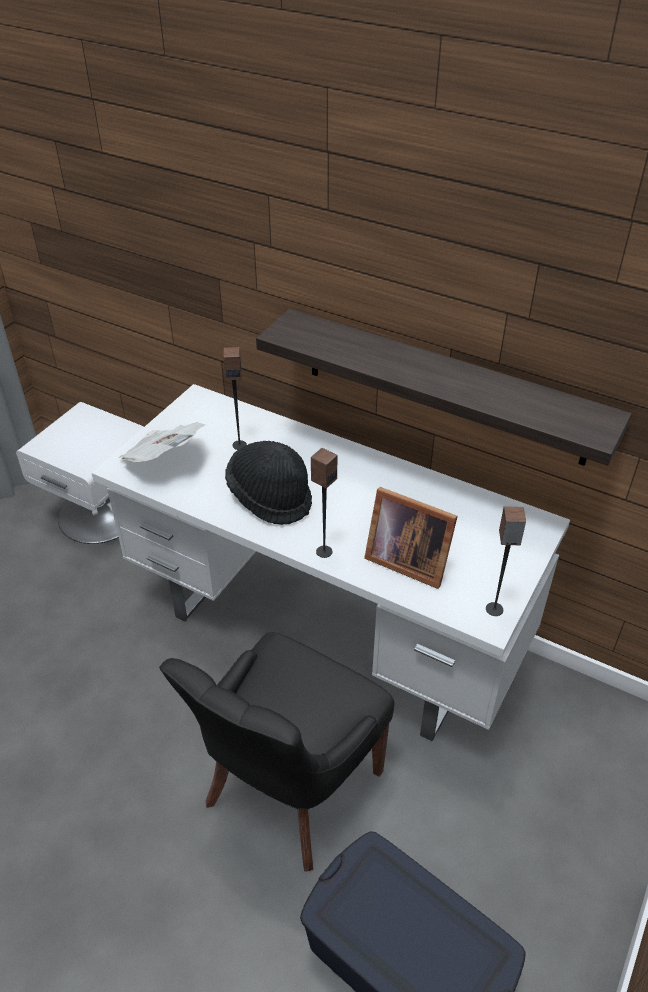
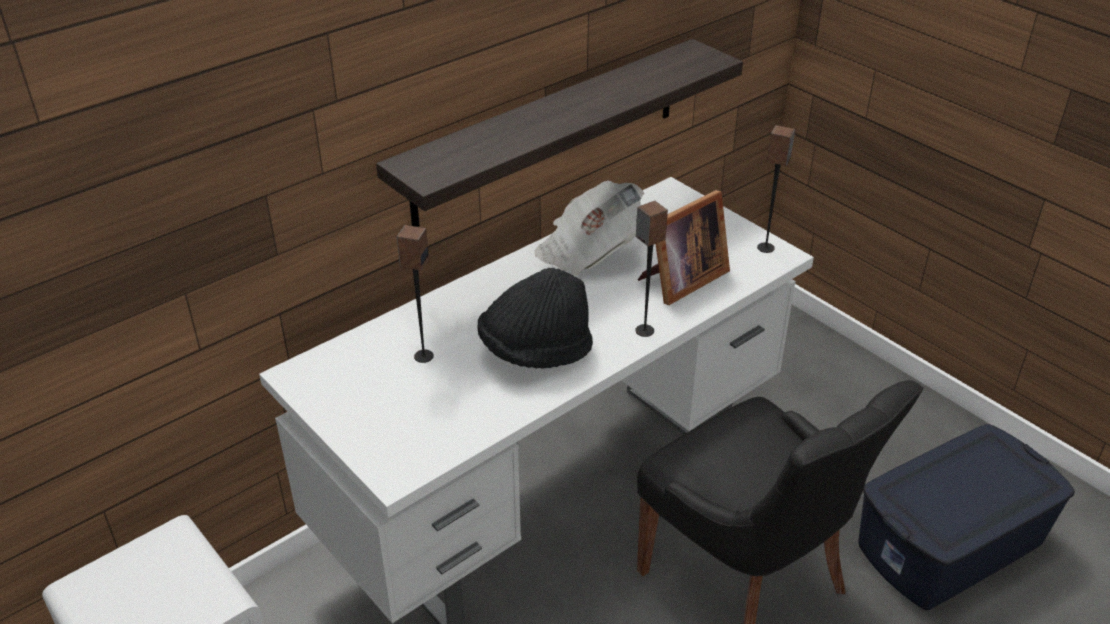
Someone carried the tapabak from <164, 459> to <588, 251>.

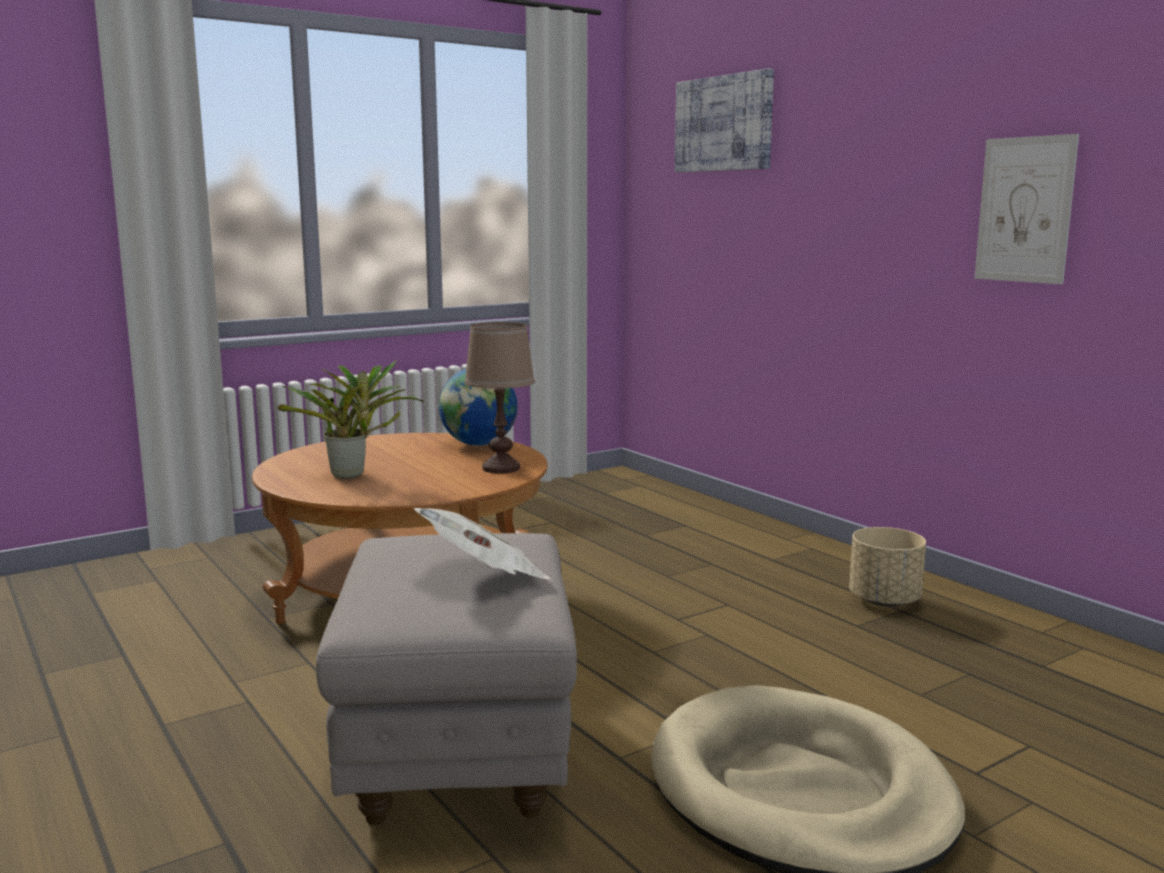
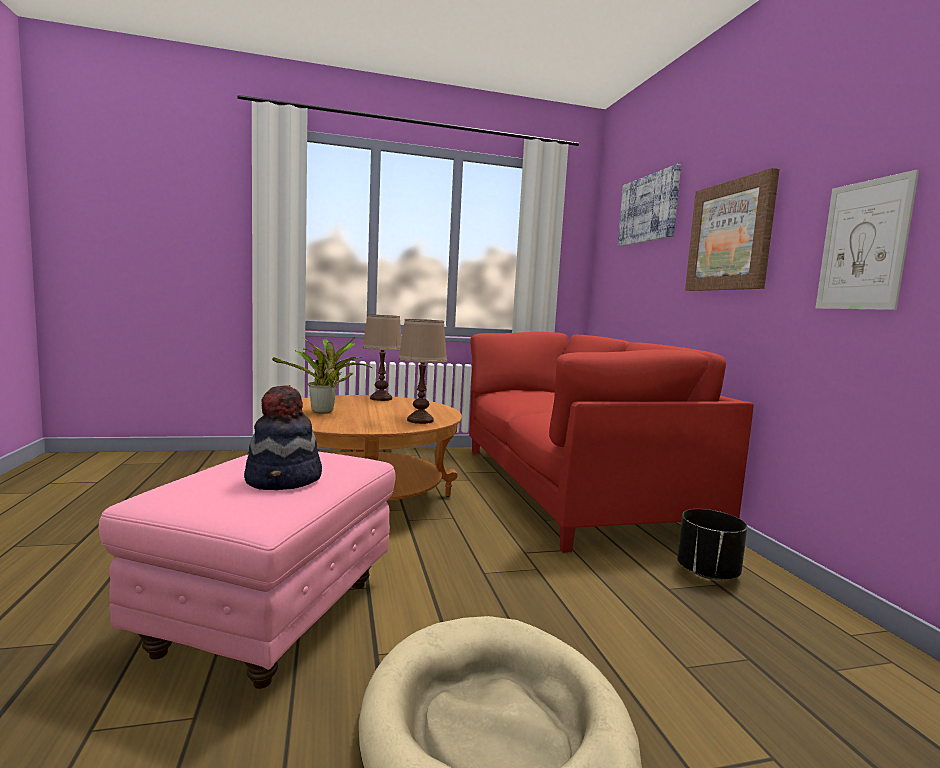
Someone took away the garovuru at <479, 444>.
Someone swapped the tapabak at <485, 576> for the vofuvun at <284, 480>.
Someone repainted the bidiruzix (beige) at <885, 601>, which became the bidiruzix (black) at <708, 573>.
Someone repainted the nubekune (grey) at <456, 752>, which became the nubekune (pink) at <270, 616>.
Someone put up the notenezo at <730, 236>.
Someone put down the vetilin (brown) at <381, 399>.
Someone put down the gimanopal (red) at <572, 488>.

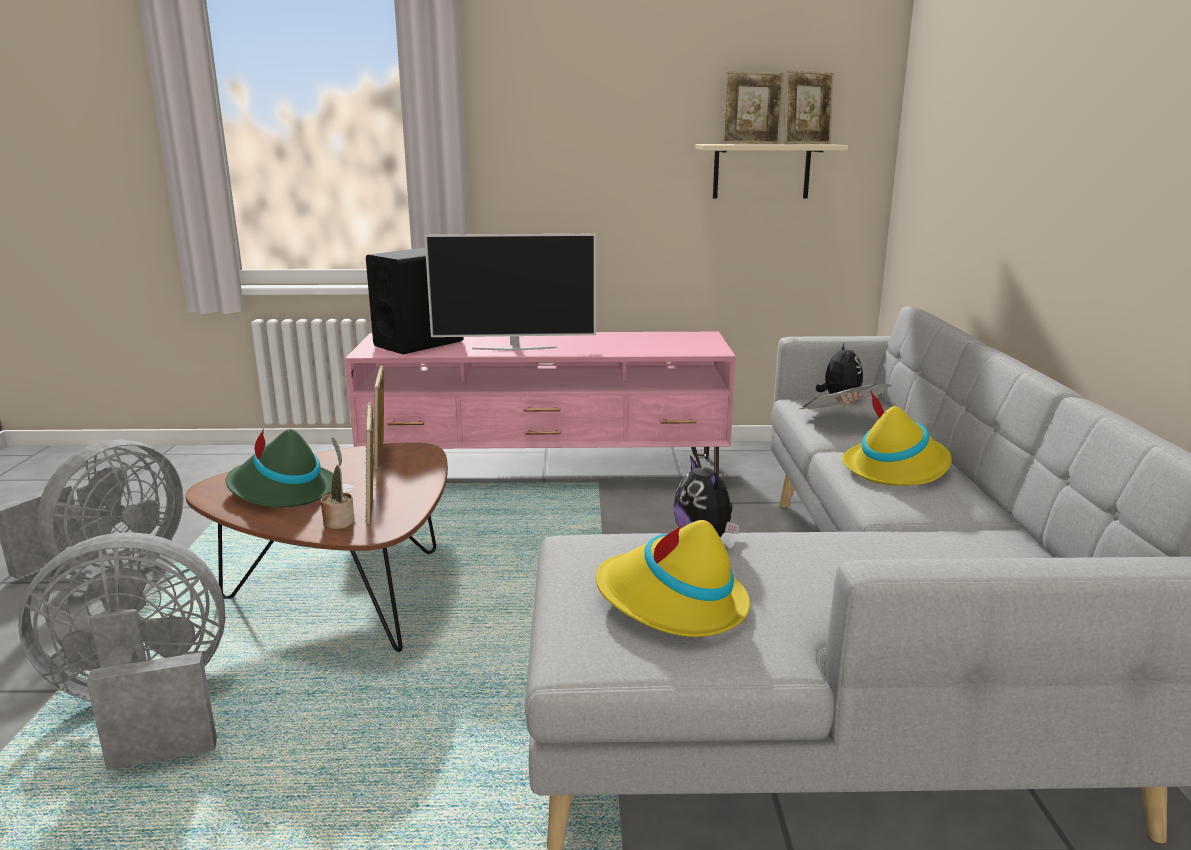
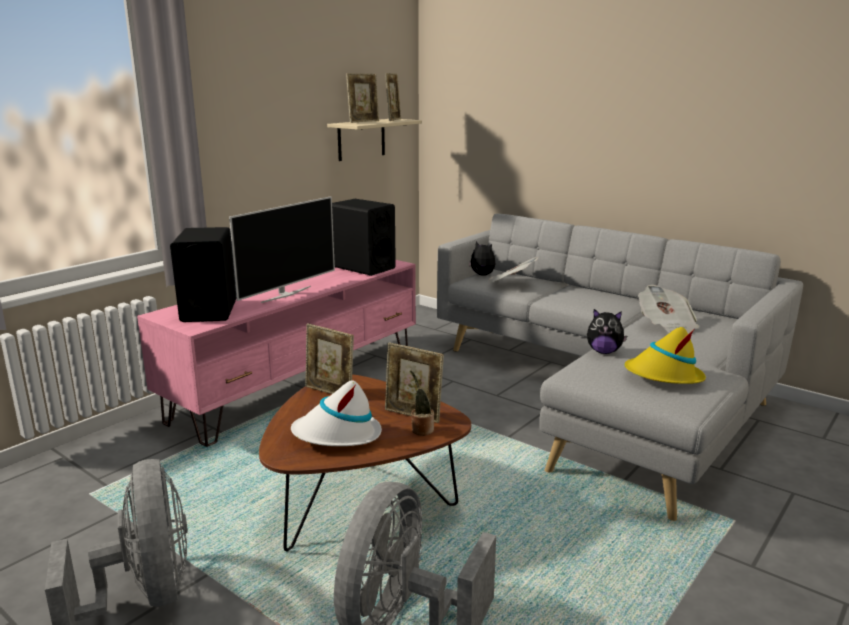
Someone took away the vofuvun (yellow) at <896, 468>.
Someone repainted the vofuvun (green) at <281, 491>, which became the vofuvun (white) at <337, 435>.
Someone put down the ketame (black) at <363, 267>.
Someone put down the tapabak at <666, 326>.

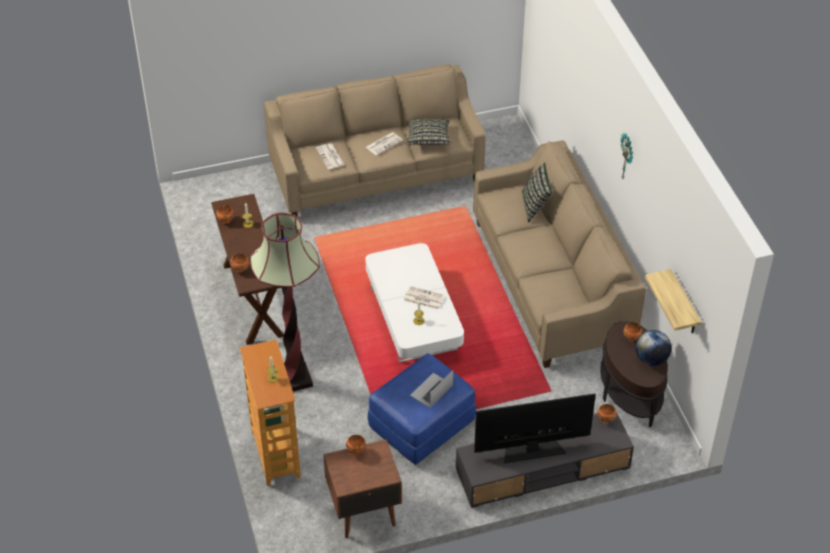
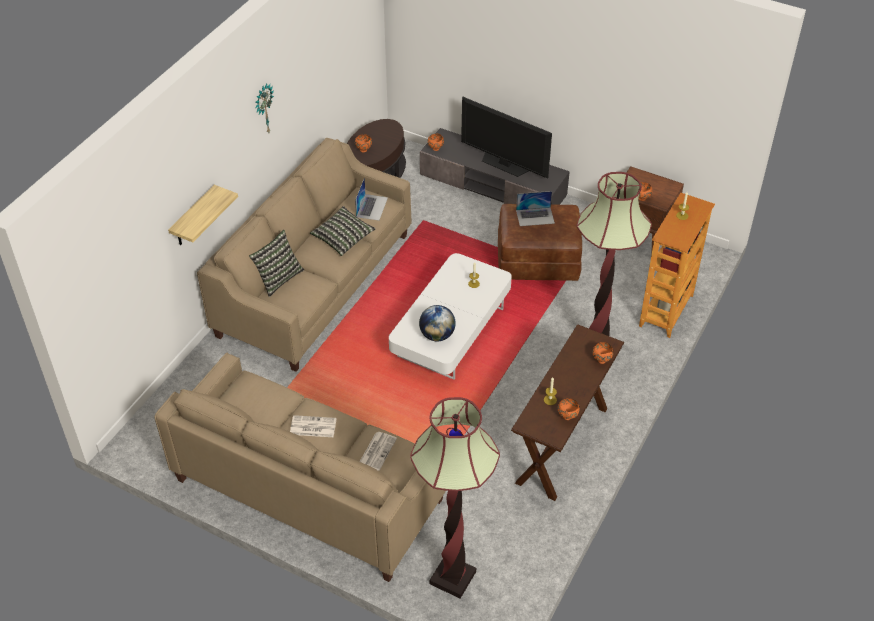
Someone carried the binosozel from <428, 139> to <343, 238>.
Someone carried the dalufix from <684, 304> to <193, 217>.
Someone took away the tapabak at <423, 298>.
Someone carried the garovuru from <651, 359> to <437, 335>.
Someone repainted the nubekune (blue) at <421, 425>, which became the nubekune (brown) at <538, 259>.
Someone put down the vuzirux at <372, 207>.
Someone put down the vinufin at <452, 577>.

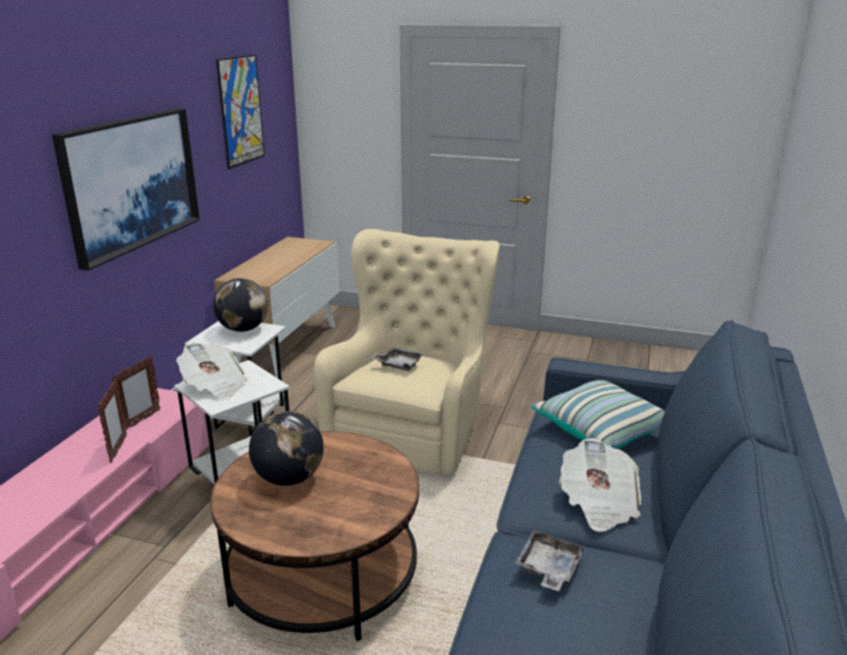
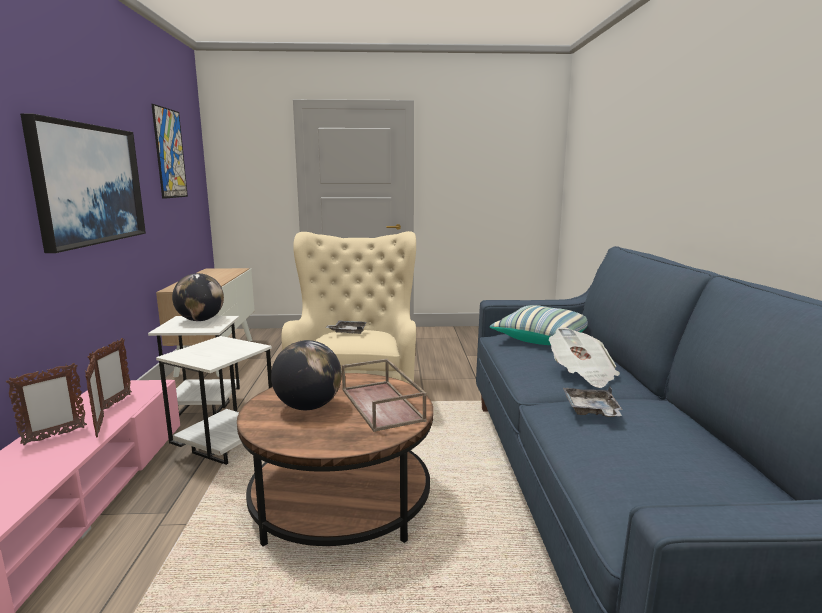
Someone took away the tapabak at <214, 386>.
Someone put down the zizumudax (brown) at <383, 405>.
Someone put down the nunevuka at <54, 436>.

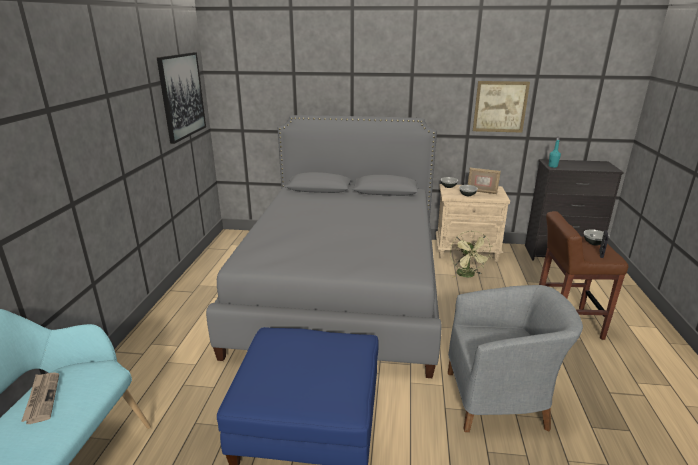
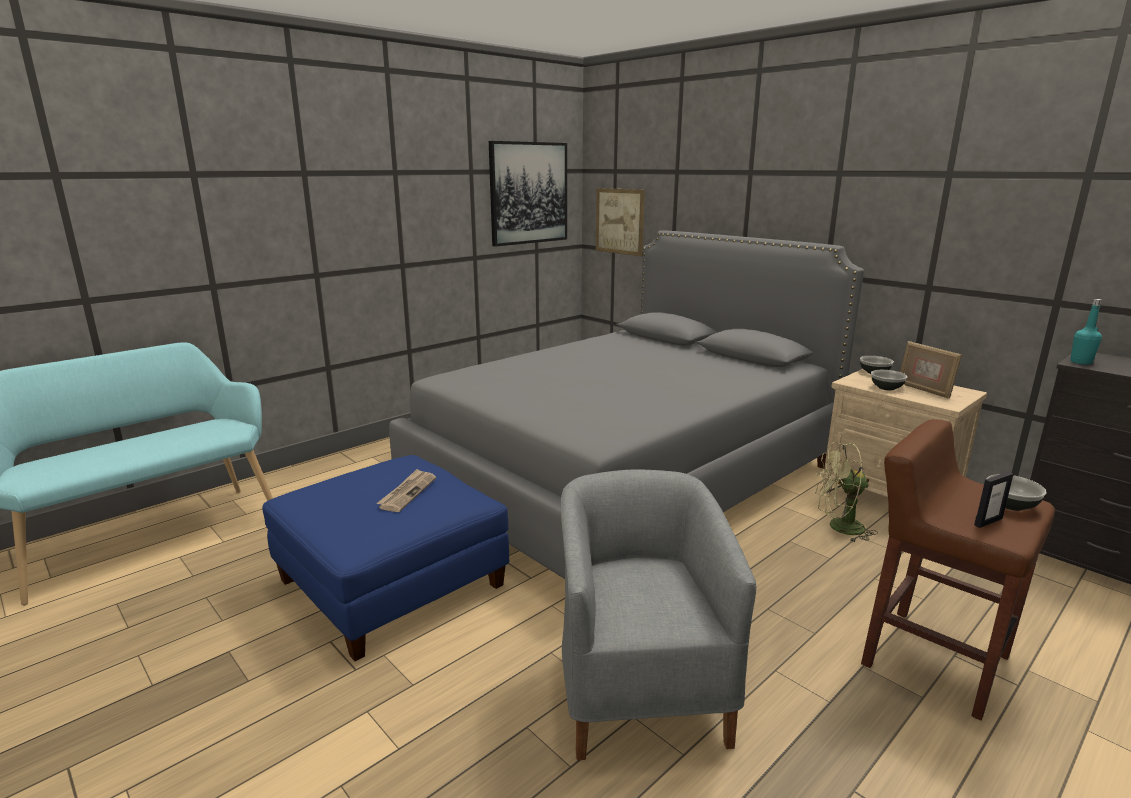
Someone carried the notenezo from <500, 106> to <619, 221>.
Someone rotated the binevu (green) at <467, 275> by 60 degrees clockwise.
Someone rotated the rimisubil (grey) at <500, 400> by 135 degrees counterclockwise.
Someone carried the tapabak from <42, 398> to <407, 492>.

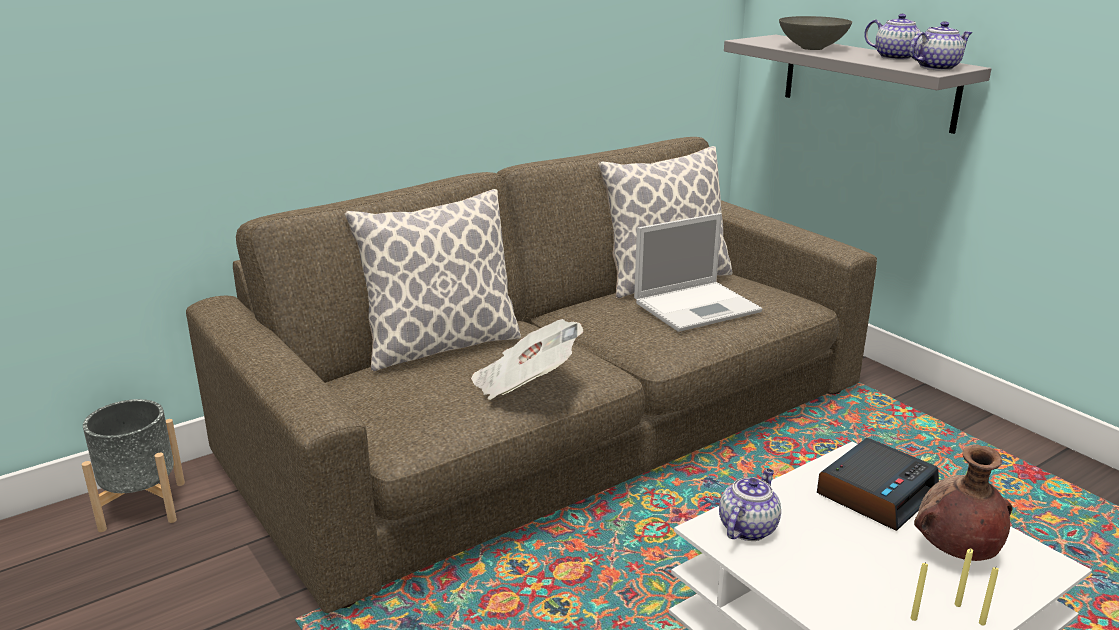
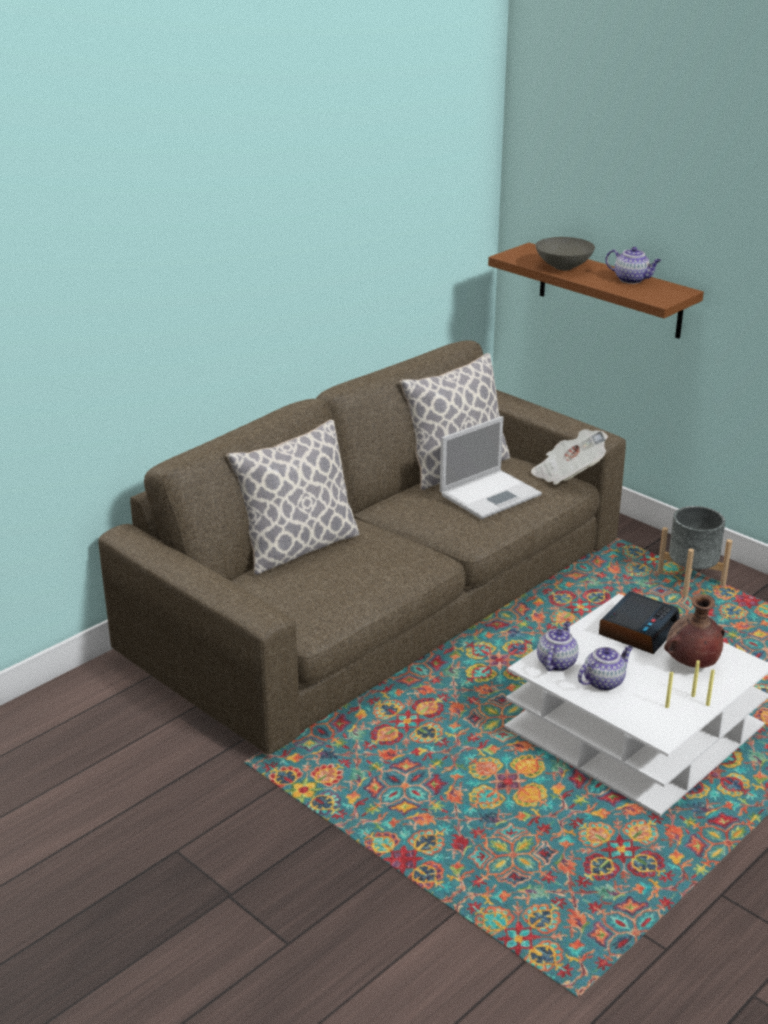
Someone carried the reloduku from <937, 68> to <603, 681>.
Someone repainted the dalufix (grey) at <868, 82>, which became the dalufix (brown) at <609, 290>.
Someone carried the tapabak from <525, 384> to <567, 474>.
Someone carried the bidiruzix (grey) from <142, 506> to <690, 580>.

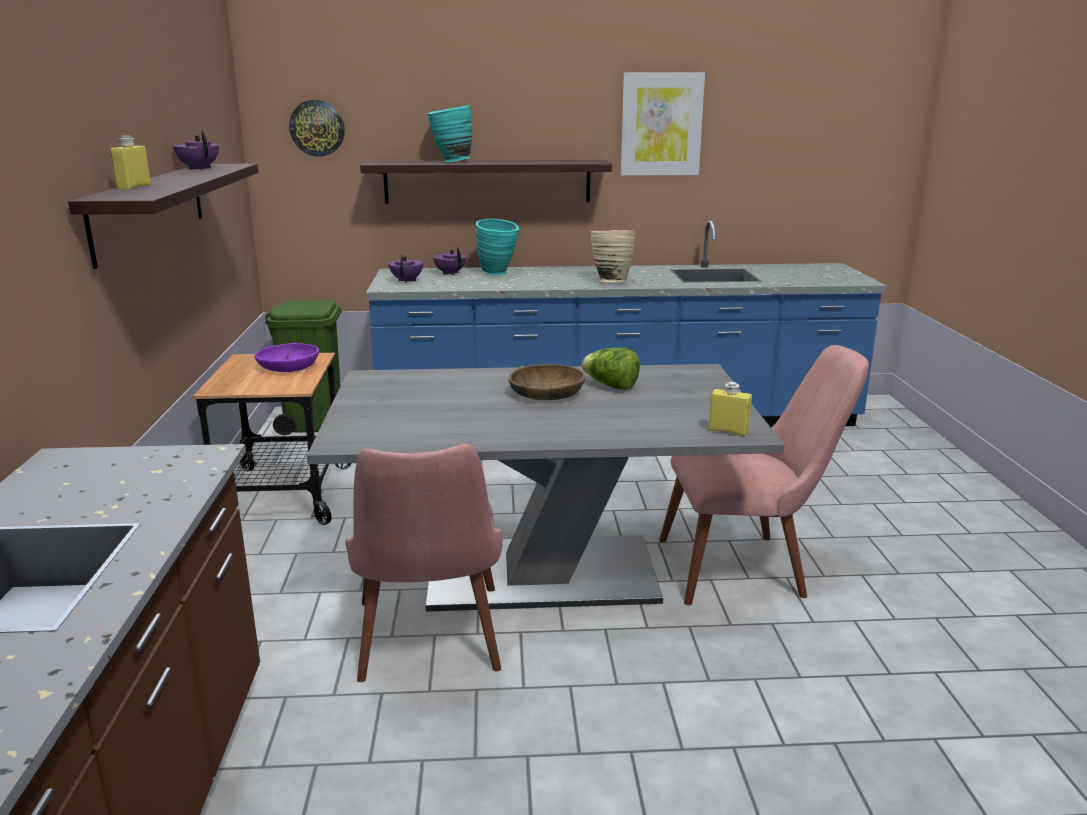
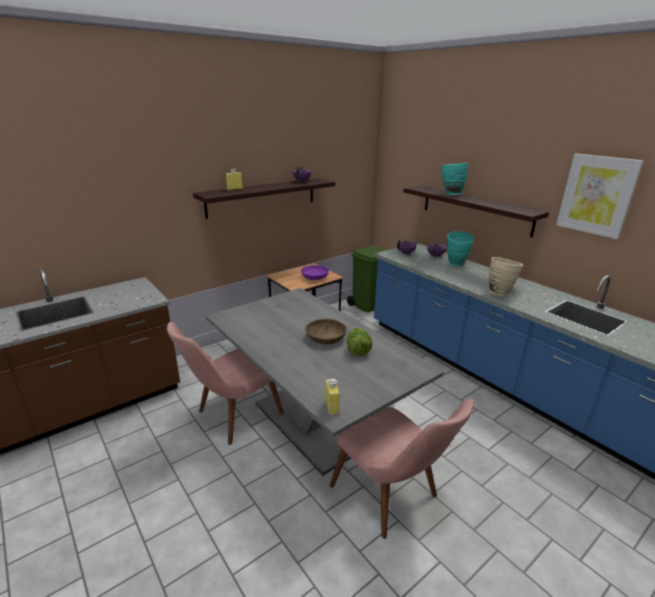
Someone took away the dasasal at <317, 128>.

